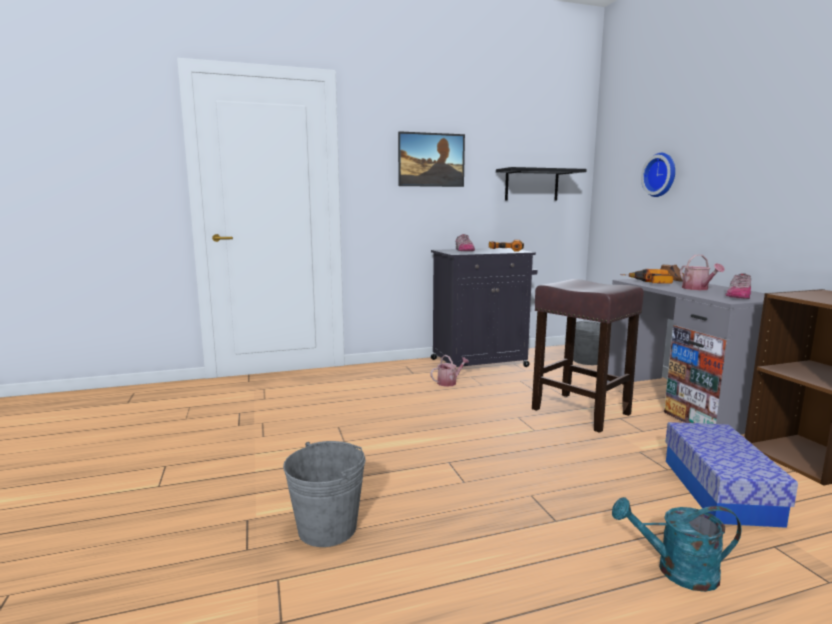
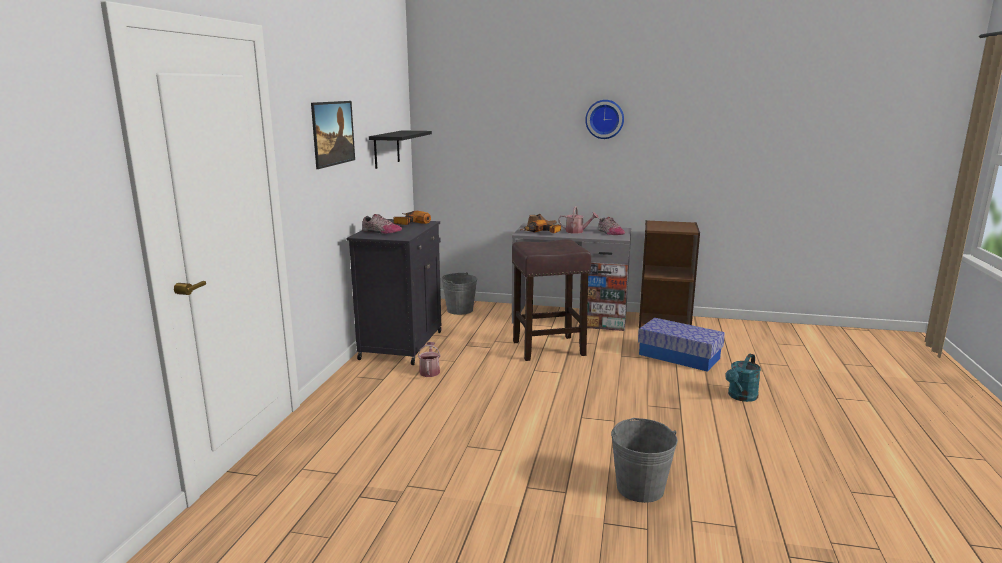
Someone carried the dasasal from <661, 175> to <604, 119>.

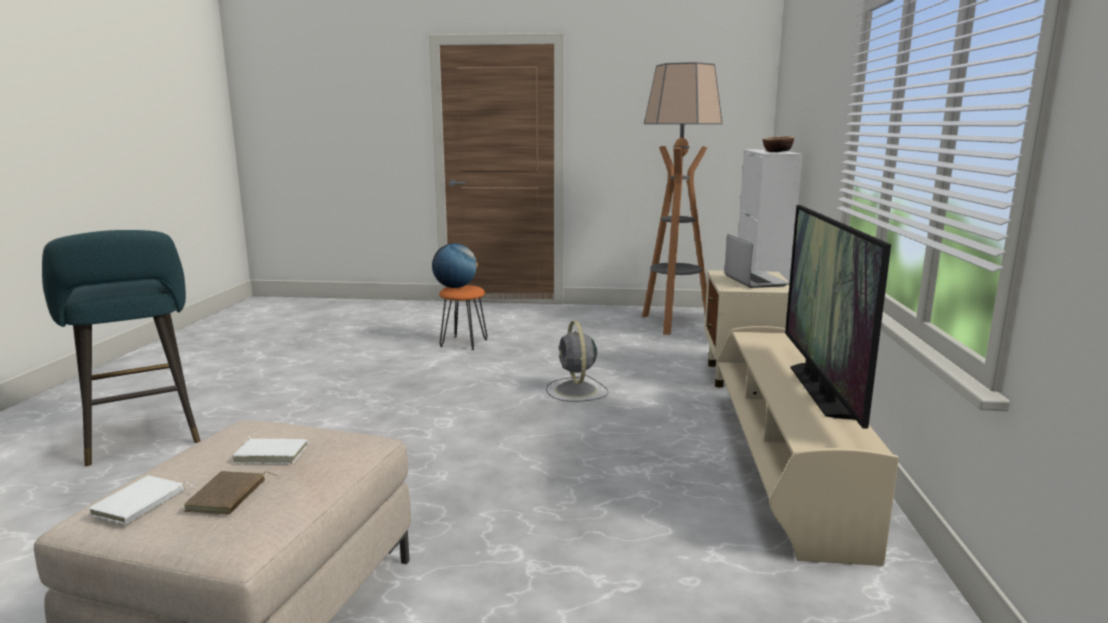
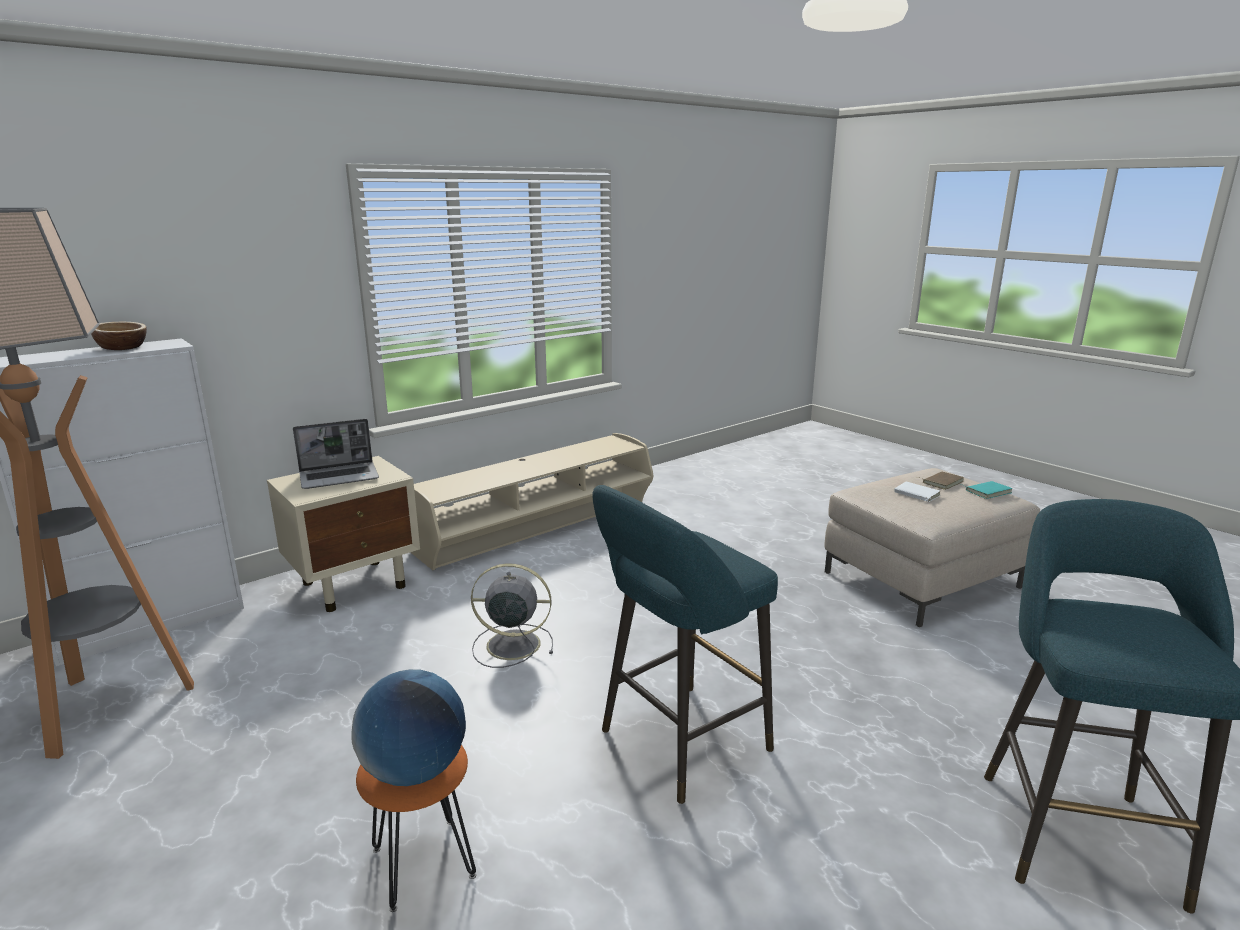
Someone took away the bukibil at <821, 390>.
Someone rotated the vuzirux at <754, 280> by 150 degrees counterclockwise.
Someone rotated the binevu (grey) at <576, 390> by 120 degrees counterclockwise.
Someone repainted the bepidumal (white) at <140, 504>, which became the bepidumal (turquoise) at <987, 491>.
Someone put down the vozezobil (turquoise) at <678, 743>.

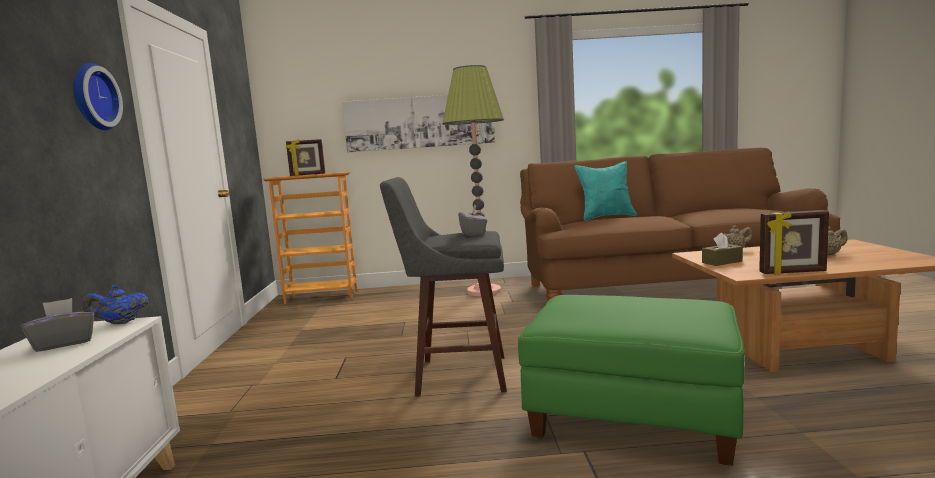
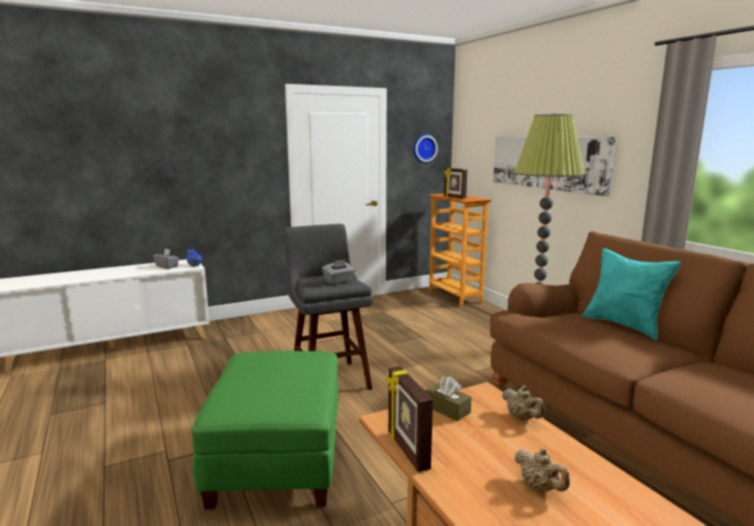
Someone carried the dasasal from <92, 97> to <423, 148>.

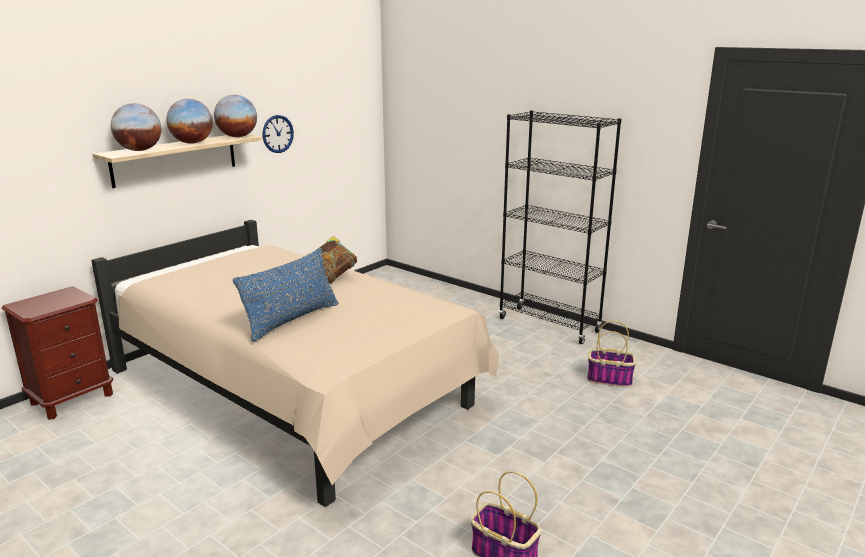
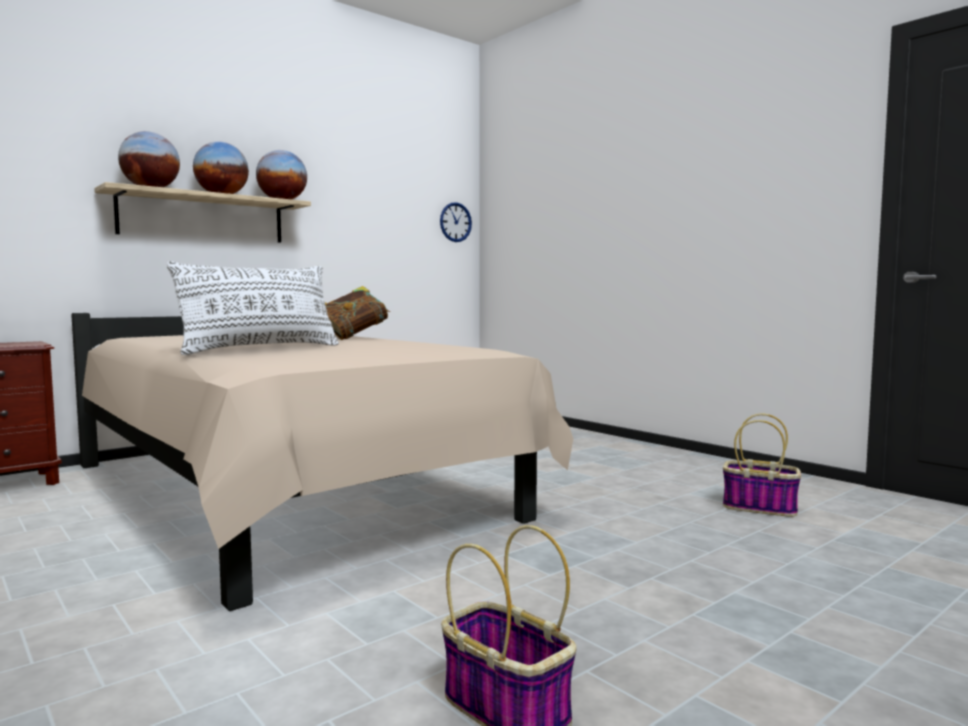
Someone took away the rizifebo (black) at <549, 325>.
Someone carried the dasasal from <277, 134> to <455, 222>.
Someone repainted the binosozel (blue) at <292, 320>, which became the binosozel (white) at <261, 349>.

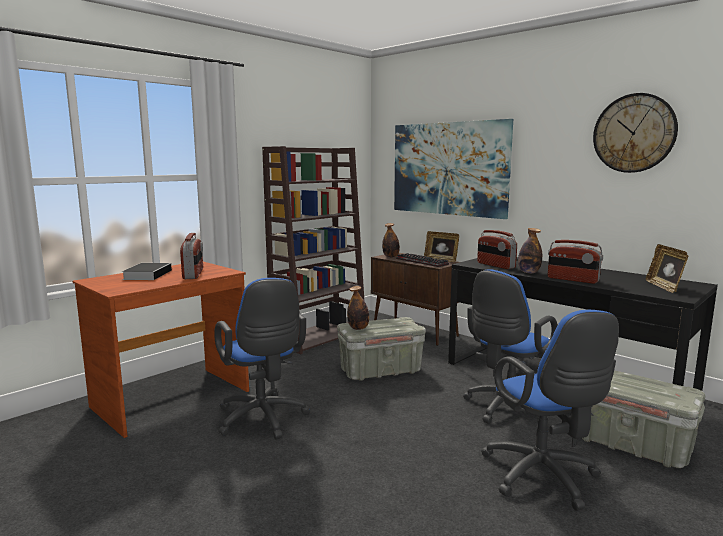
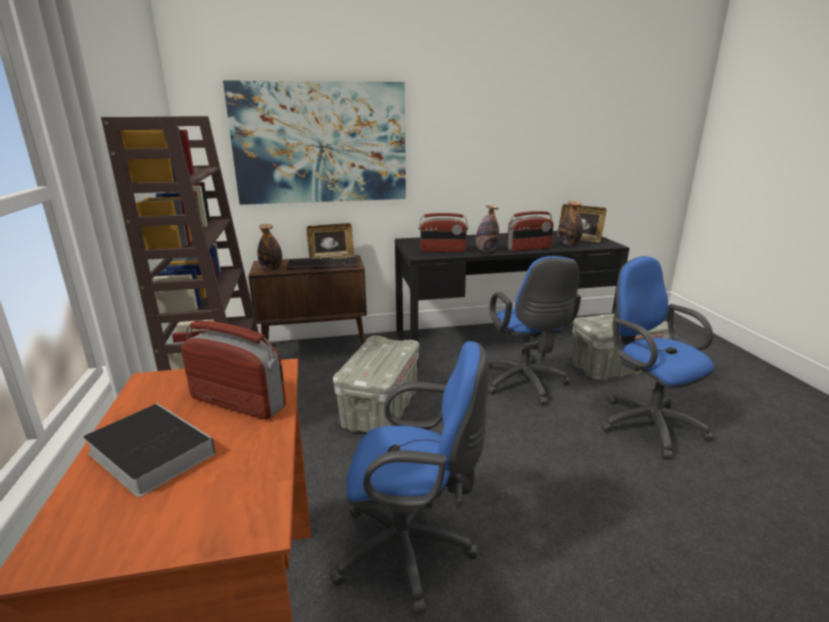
Someone took away the dasasal at <634, 133>.
Someone carried the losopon from <358, 328> to <569, 245>.
Someone rotated the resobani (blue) at <543, 478> by 135 degrees counterclockwise.

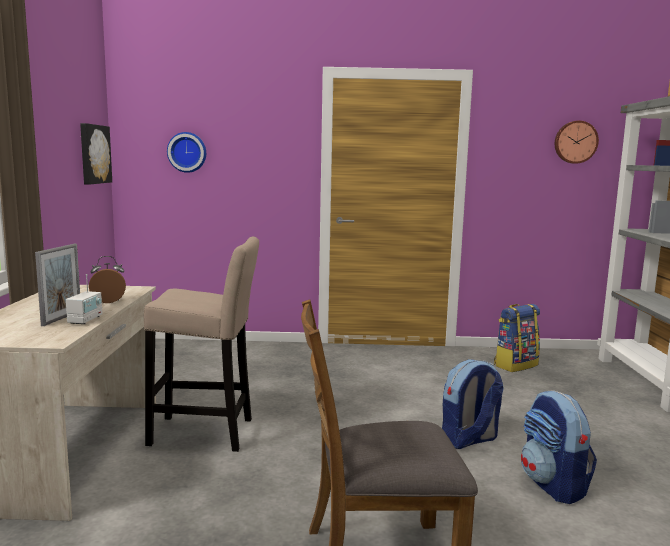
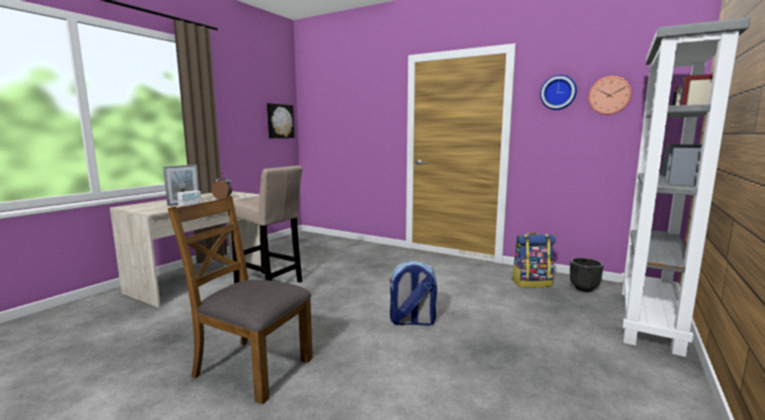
Someone carried the dasasal from <187, 152> to <558, 92>.
Someone took away the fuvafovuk at <553, 485>.
Someone put down the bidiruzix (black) at <584, 289>.

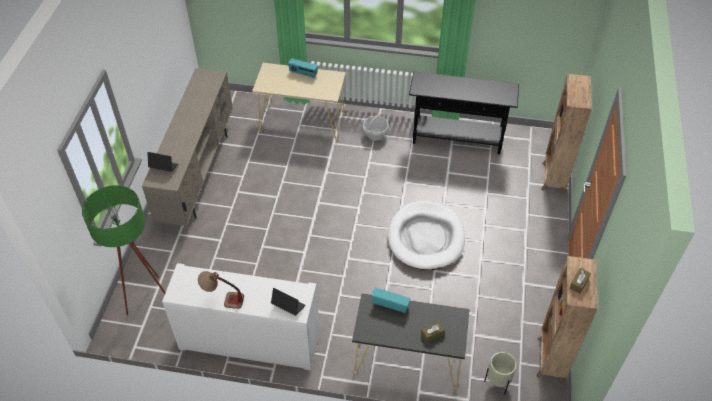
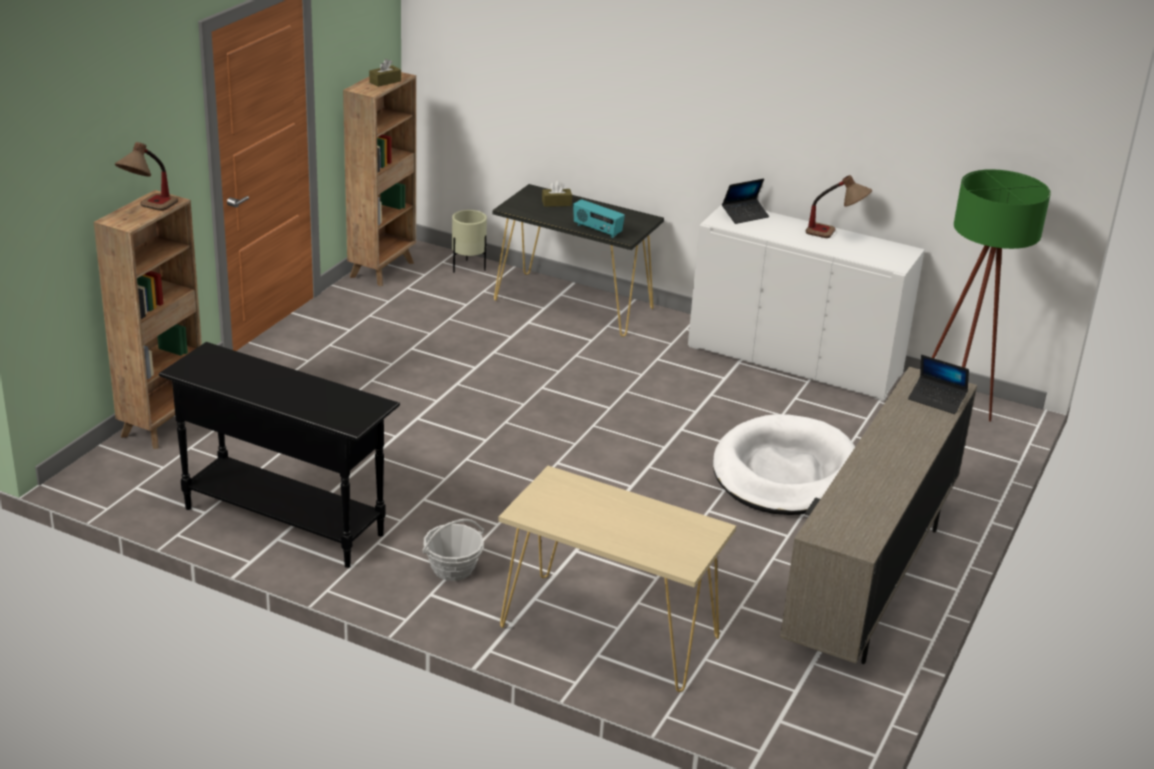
Someone took away the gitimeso at <303, 74>.
Someone carried the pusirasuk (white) from <425, 238> to <785, 473>.
Someone rotated the vuzirux at <288, 306> by 75 degrees counterclockwise.
Someone put down the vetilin at <149, 210>.

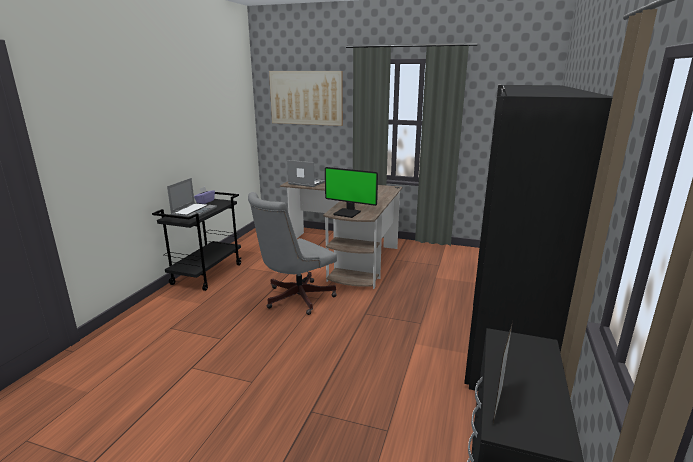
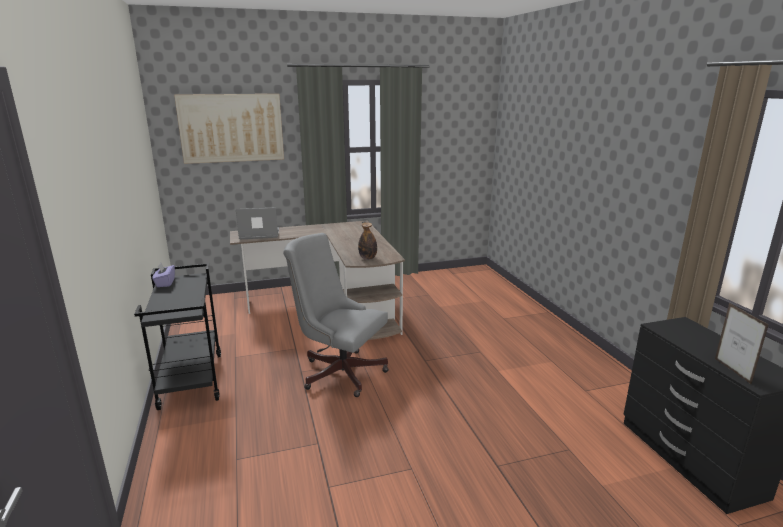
Someone took away the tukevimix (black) at <507, 315>.
Someone swapped the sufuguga at <348, 213> for the losopon at <368, 258>.
Someone took away the vuzirux at <194, 211>.
Someone rotated the resobani (grey) at <294, 299> by 105 degrees clockwise.

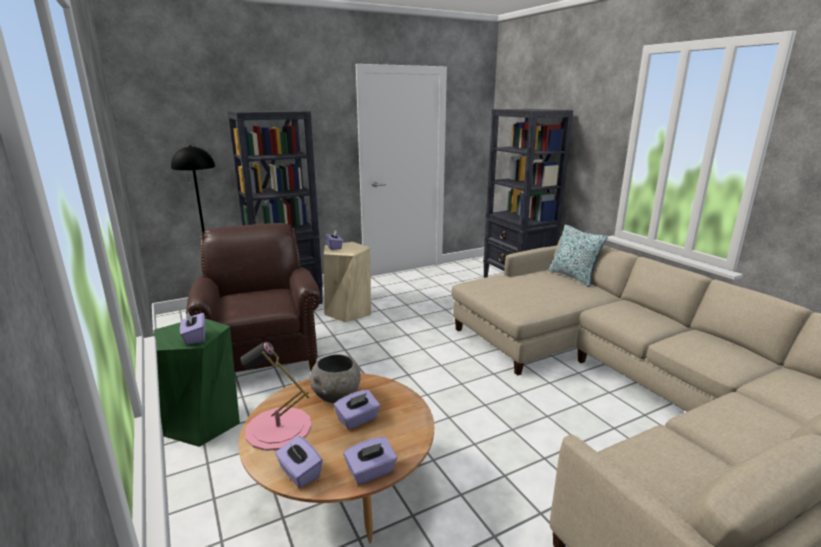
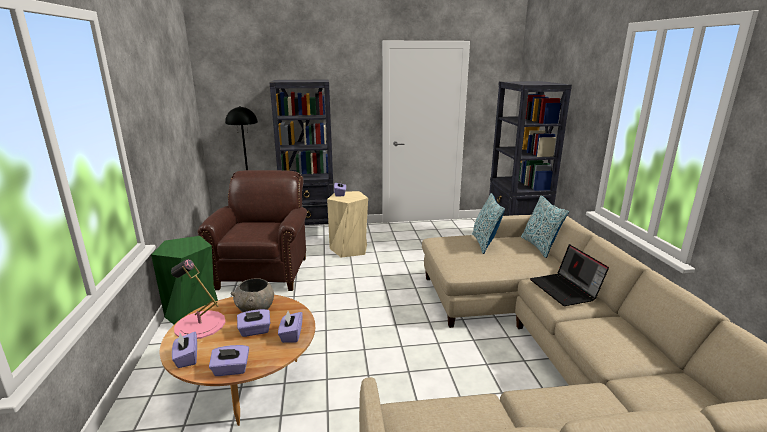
Someone carried the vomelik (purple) from <195, 337> to <291, 335>.
Someone put down the binosozel at <484, 243>.
Someone put down the vuzirux at <565, 290>.

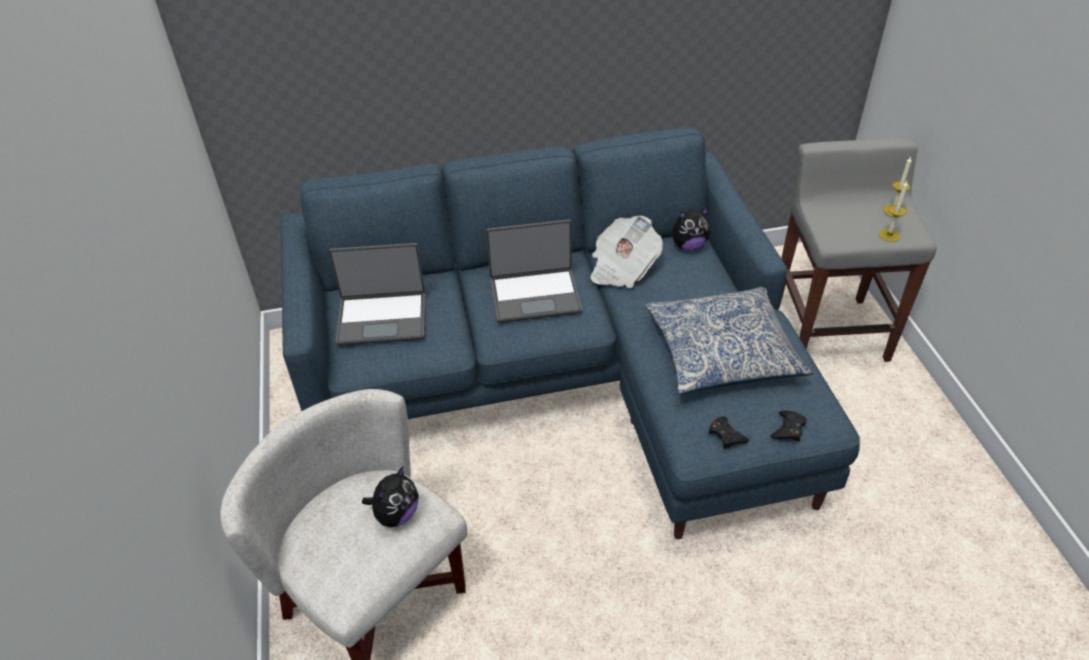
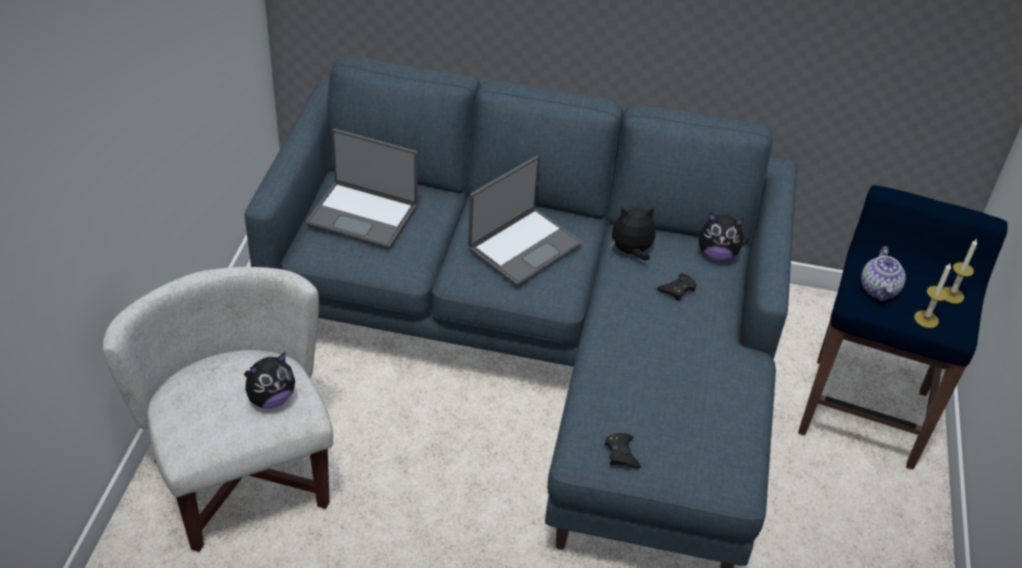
Someone repainted the vozezobil (grey) at <828, 330>, which became the vozezobil (blue) at <864, 410>.
Someone swapped the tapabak at <622, 268> for the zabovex at <631, 251>.
Someone rotated the vuzirux at <535, 295> by 60 degrees counterclockwise.
Someone took away the binosozel at <722, 352>.
Someone carried the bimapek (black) from <788, 429> to <677, 289>.
Someone put down the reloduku at <879, 289>.

